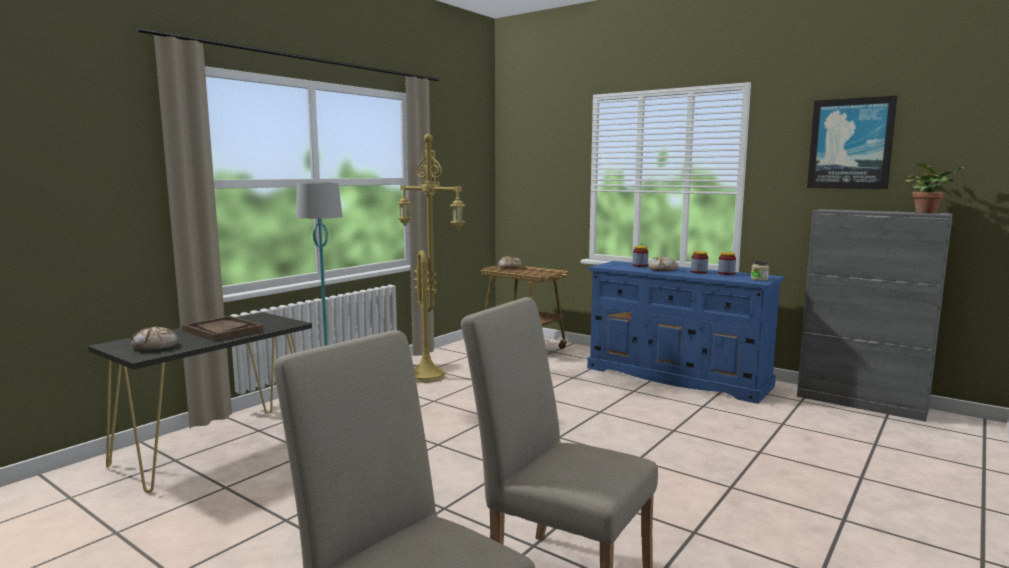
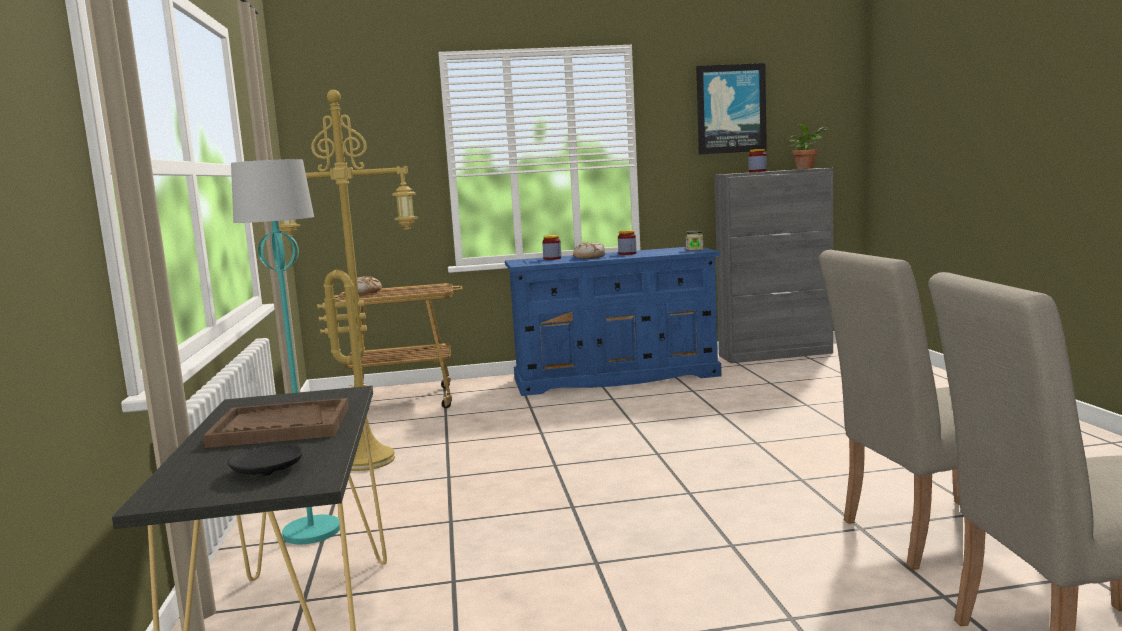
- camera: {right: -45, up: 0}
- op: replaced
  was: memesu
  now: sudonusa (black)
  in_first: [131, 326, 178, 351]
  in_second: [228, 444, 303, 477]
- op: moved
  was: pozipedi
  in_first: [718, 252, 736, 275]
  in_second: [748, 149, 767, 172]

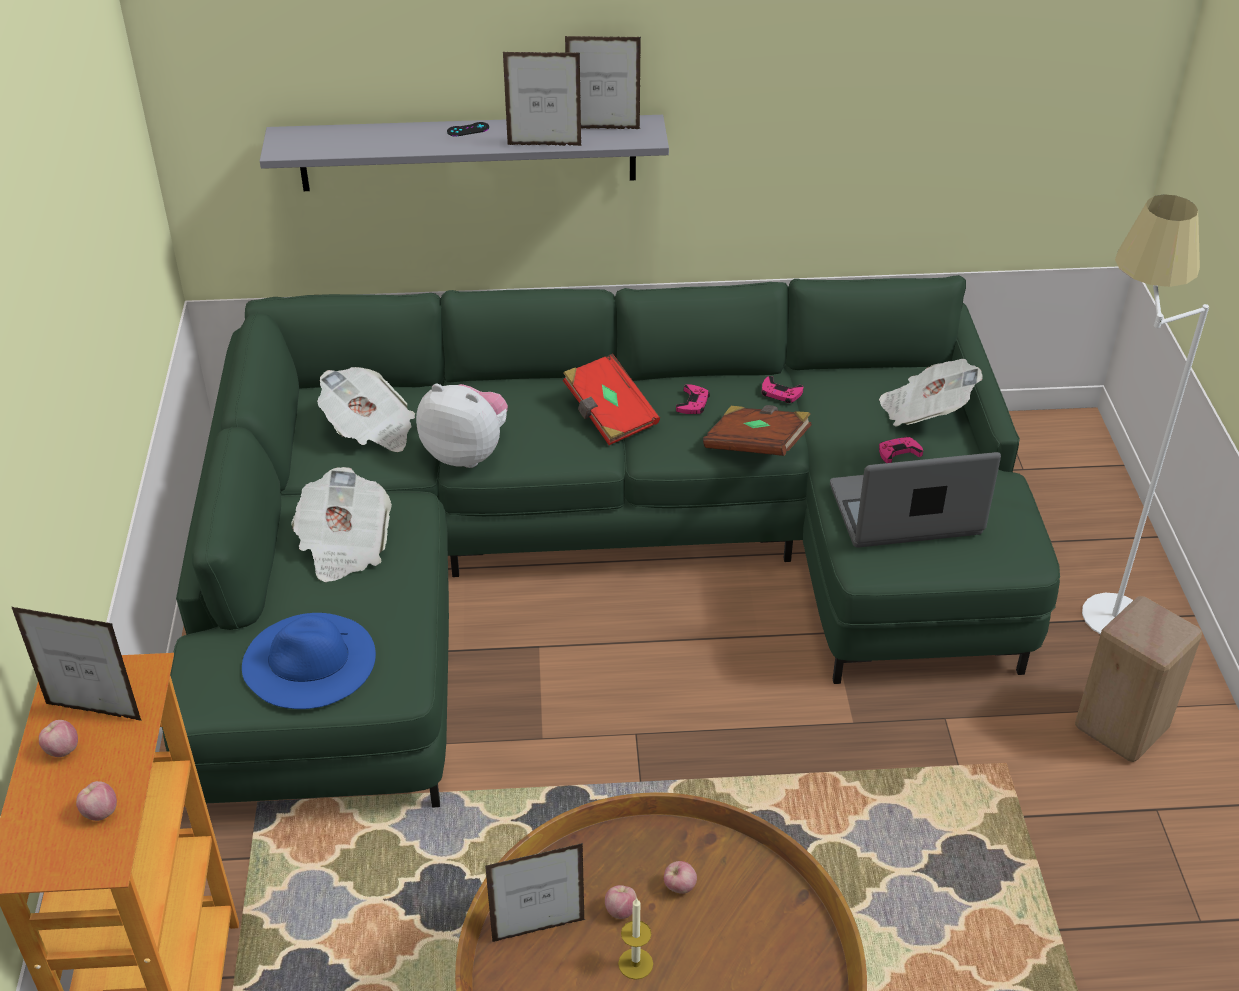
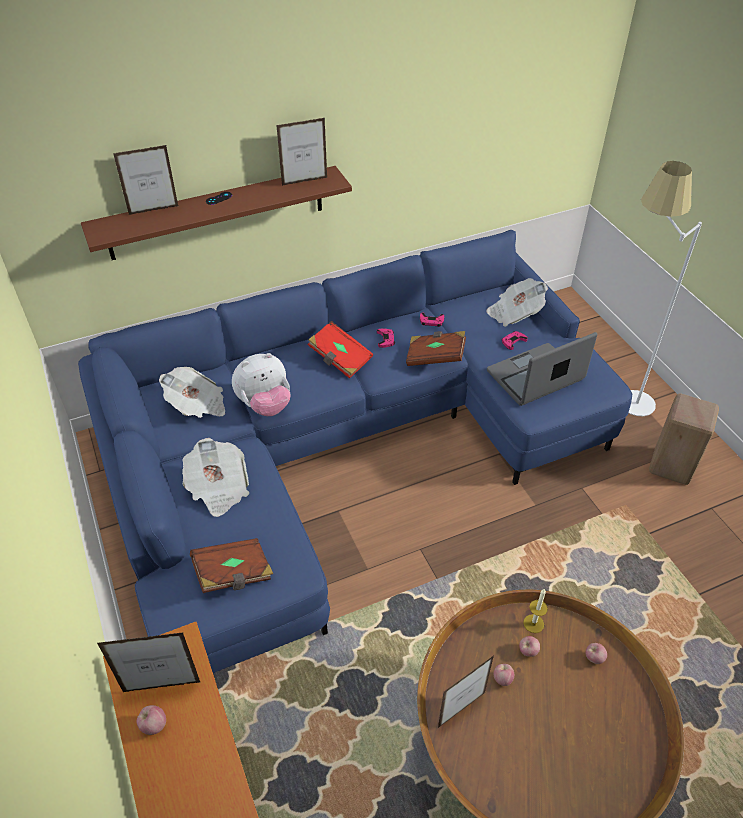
- camera: {right: -20, up: 5}
- op: recoloured
  was: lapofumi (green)
  now: lapofumi (blue)
  in_first: [162, 275, 1060, 807]
  in_second: [78, 230, 632, 673]
- op: recoloured
  was: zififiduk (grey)
  now: zififiduk (brown)
  in_first: [260, 115, 669, 191]
  in_second: [81, 166, 352, 260]
- op: moved
  was: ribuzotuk
  in_first: [503, 52, 582, 146]
  in_second: [113, 145, 178, 215]
- op: replaced
  was: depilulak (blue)
  now: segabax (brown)
  in_first: [242, 613, 376, 709]
  in_second: [190, 538, 273, 593]
- op: turned
  was: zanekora
  in_first: [416, 384, 508, 468]
  in_second: [232, 353, 290, 416]
  clockwise: 150
- op: moved
  was: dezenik
  in_first: [618, 897, 653, 980]
  in_second: [523, 589, 548, 633]
- op: moved
  was: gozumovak
  in_first: [76, 781, 117, 821]
  in_second: [585, 643, 607, 664]

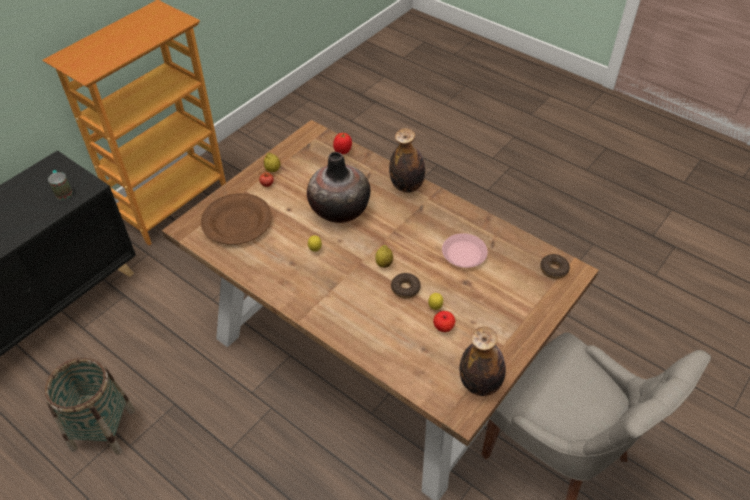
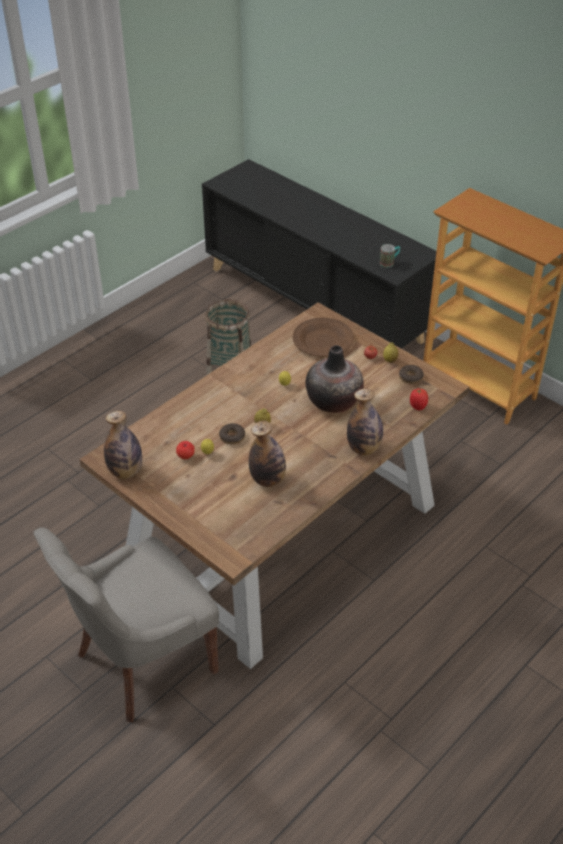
- camera: {right: 95, up: -5}
- op: replaced
  was: sudonusa (pink)
  now: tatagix
  in_first: [442, 233, 488, 268]
  in_second: [249, 421, 286, 487]
- op: moved
  was: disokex
  in_first: [540, 254, 570, 279]
  in_second: [399, 365, 424, 384]

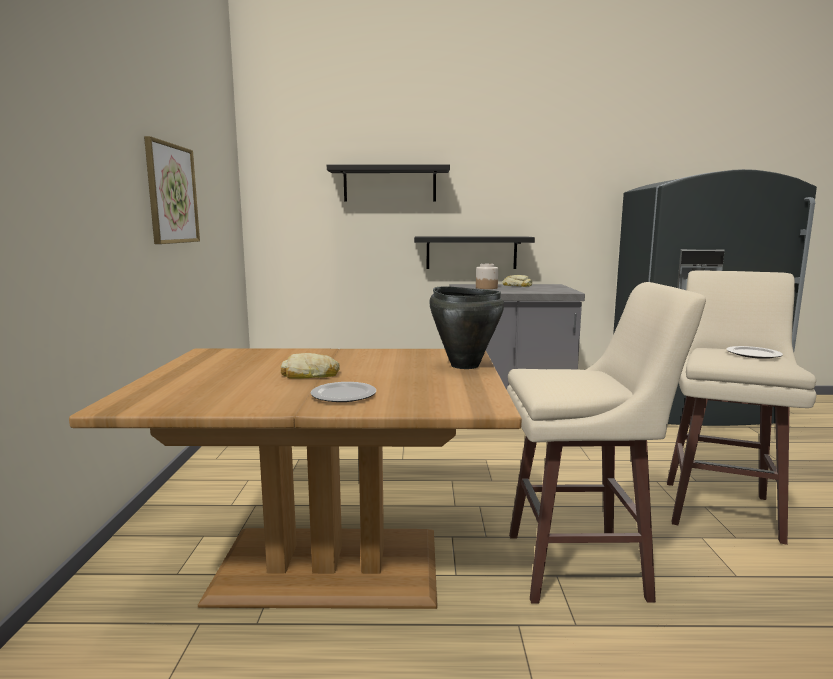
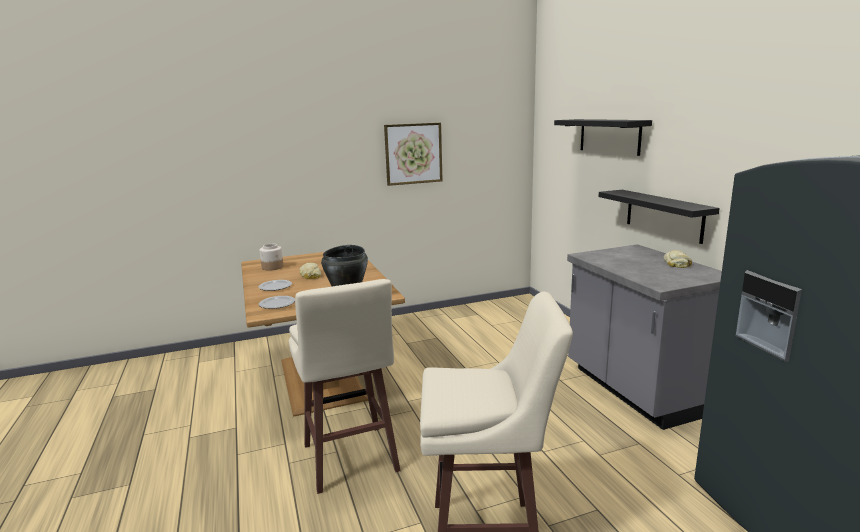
- camera: {right: 70, up: 5}
- op: moved
  was: pozipedi
  in_first: [476, 264, 498, 289]
  in_second: [259, 244, 284, 271]
- op: moved
  was: sudonusa
  in_first: [726, 346, 783, 359]
  in_second: [259, 296, 295, 309]

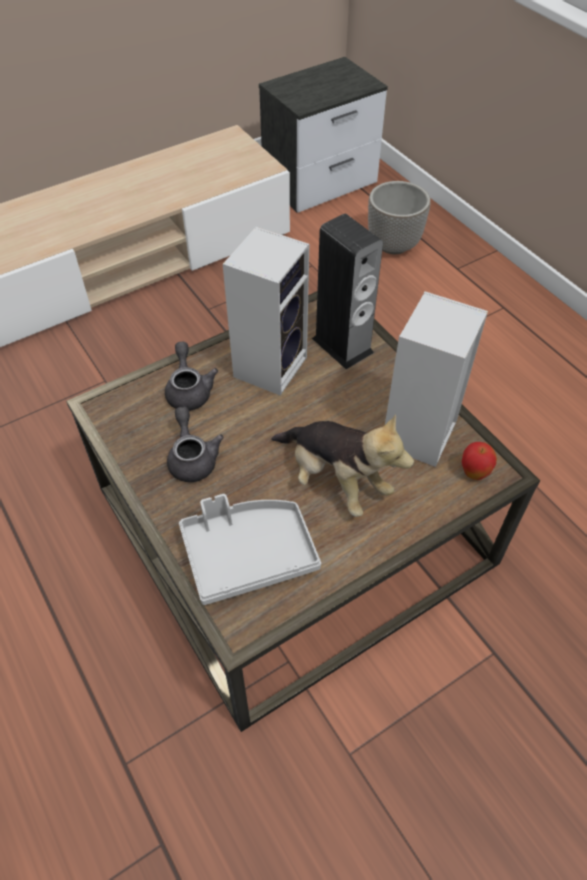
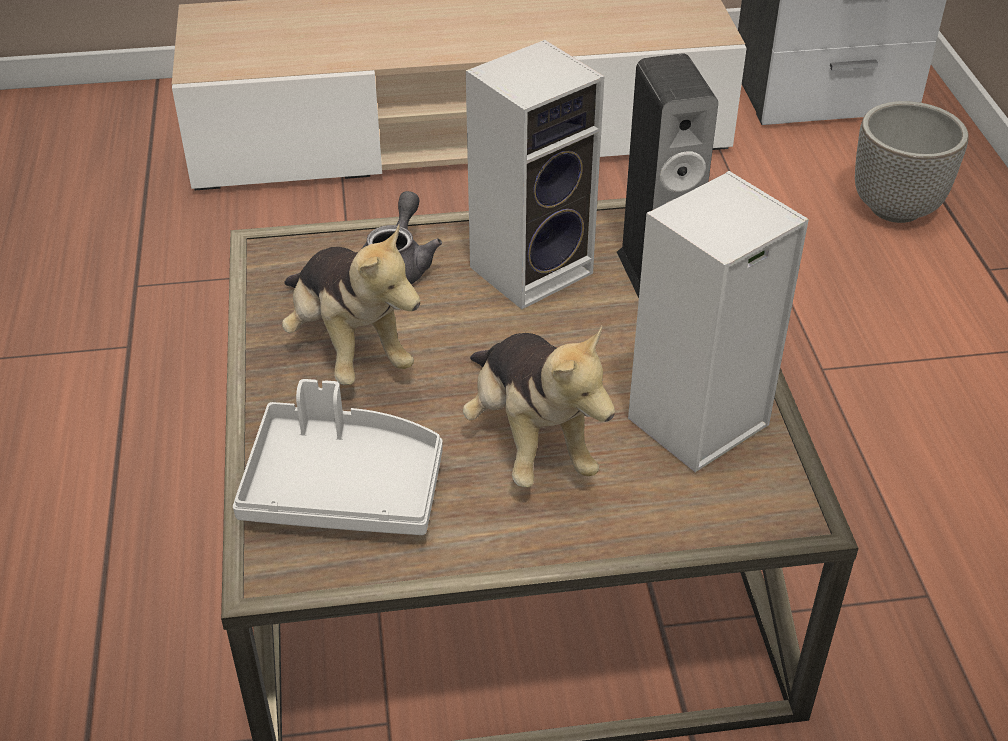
- camera: {right: 25, up: -10}
- op: replaced
  was: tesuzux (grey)
  now: zanekora
  in_first: [167, 407, 224, 482]
  in_second: [282, 224, 420, 385]
- op: removed
  was: gozumovak
  in_first: [462, 442, 497, 480]

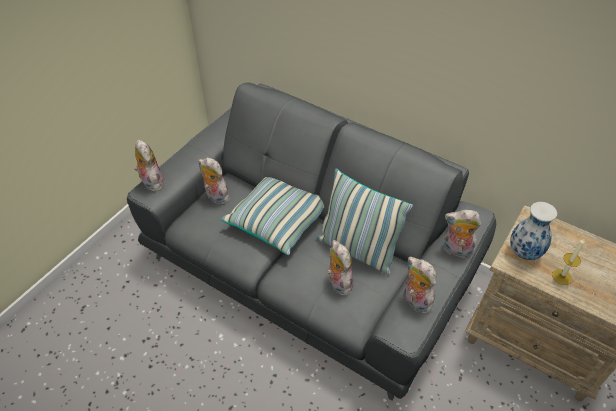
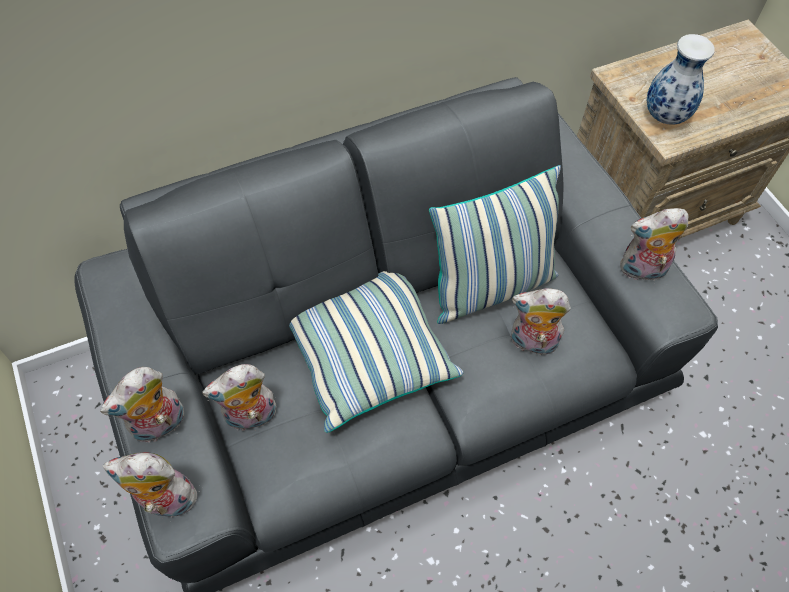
- camera: {right: -60, up: 10}
- op: moved
  was: zanekora
  in_first: [443, 210, 481, 258]
  in_second: [100, 367, 184, 442]
- op: removed
  was: dezenik
  in_first: [552, 239, 585, 285]

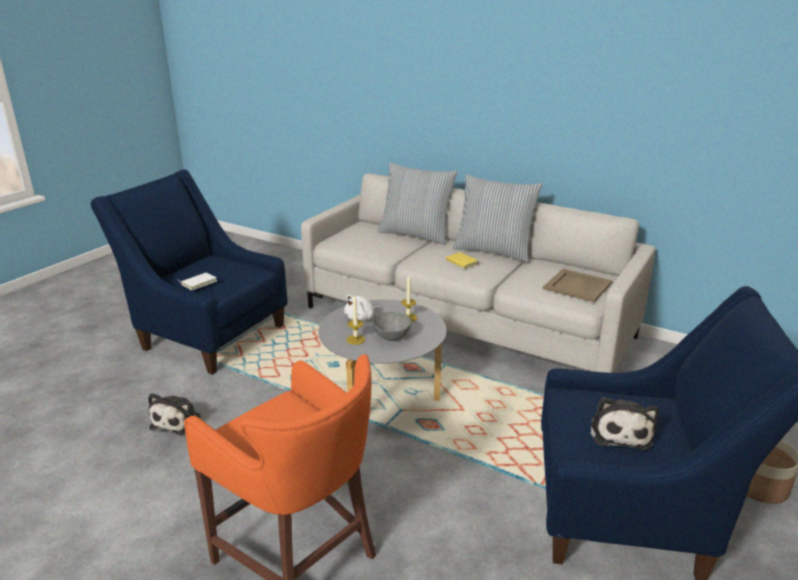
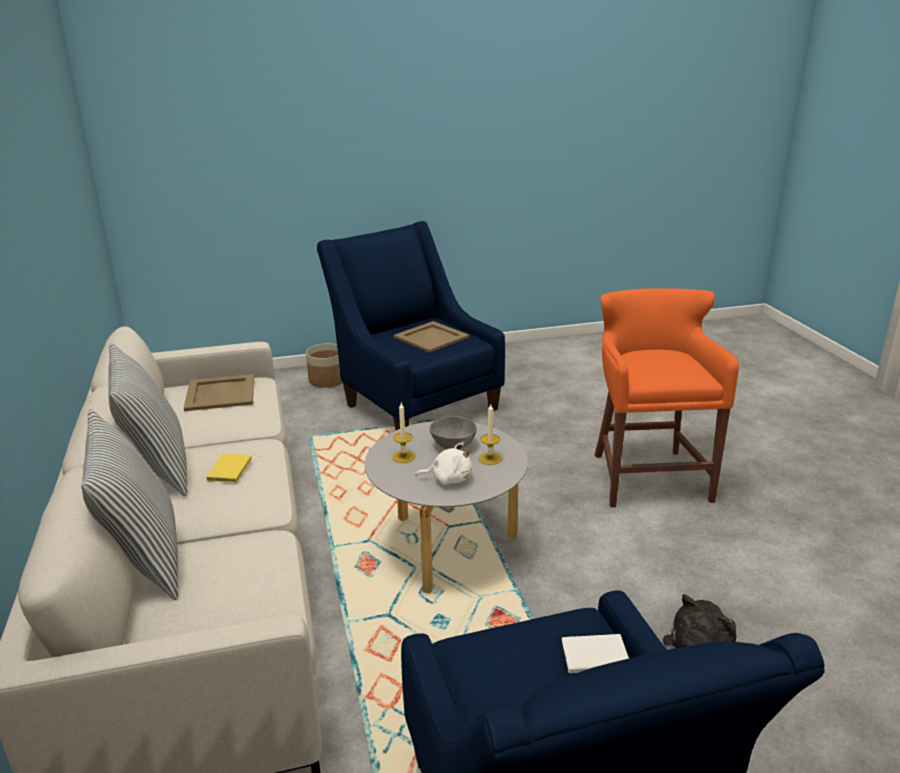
- camera: {right: -135, up: 0}
- op: replaced
  was: zanekora
  now: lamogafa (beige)
  in_first: [591, 397, 659, 450]
  in_second: [394, 321, 469, 353]

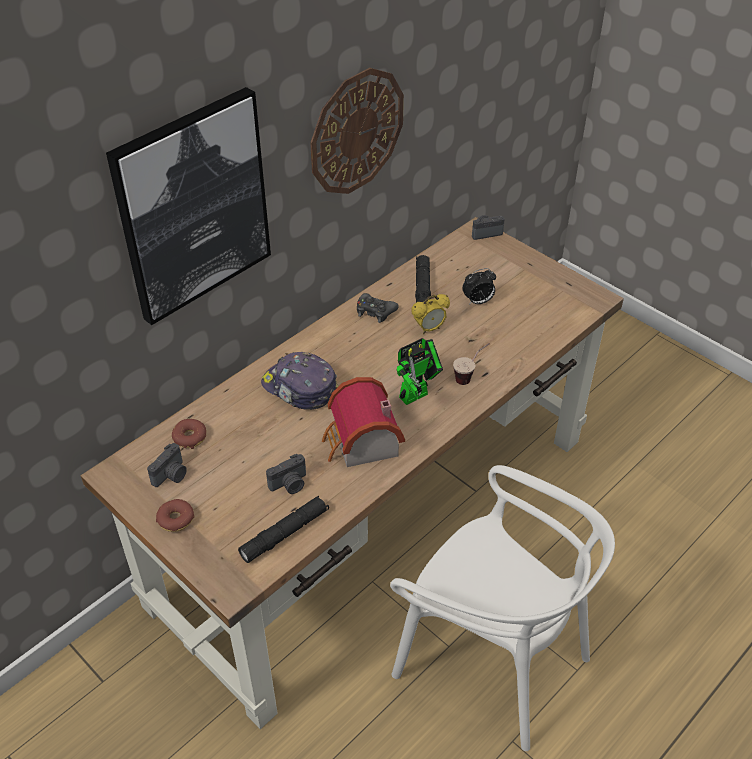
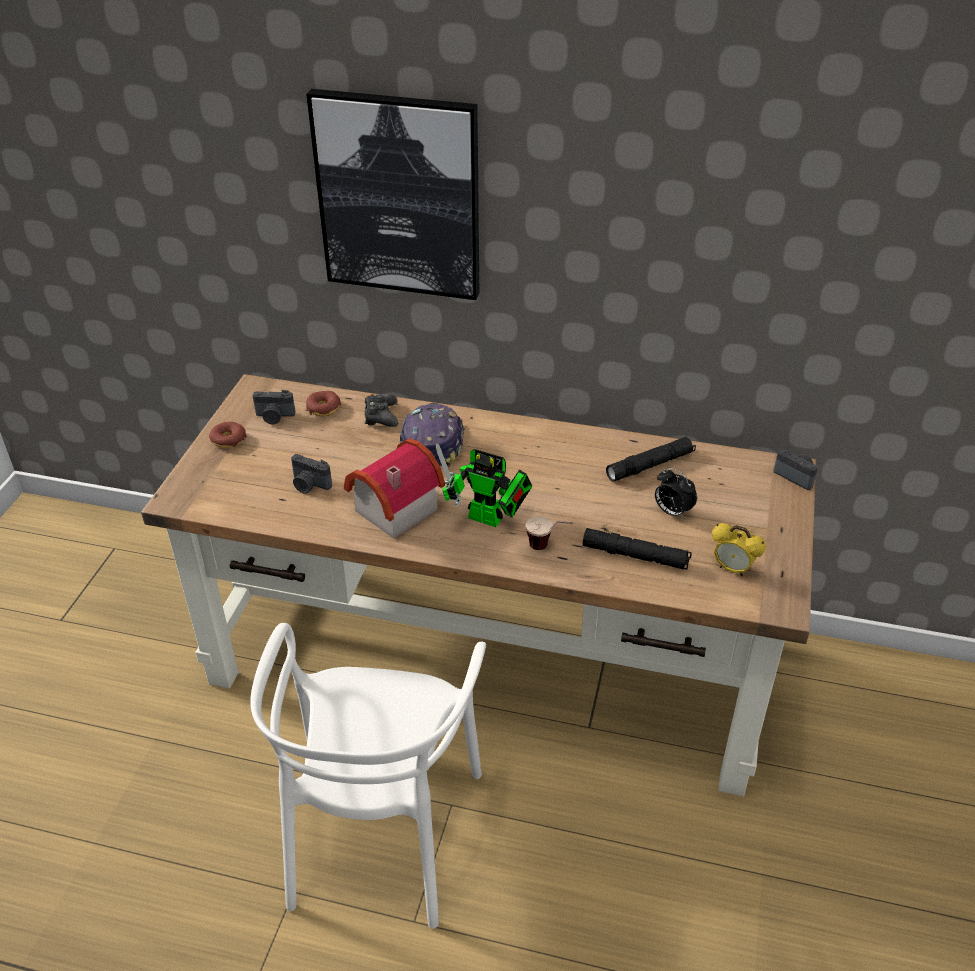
- camera: {right: 60, up: -5}
- op: moved
  was: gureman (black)
  in_first: [357, 293, 399, 323]
  in_second: [365, 394, 398, 427]
- op: moved
  was: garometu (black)
  in_first: [238, 495, 329, 563]
  in_second: [583, 528, 692, 570]
- op: moved
  was: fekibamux
  in_first: [412, 294, 450, 334]
  in_second: [712, 523, 766, 577]
- op: removed
  was: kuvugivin
  in_first: [310, 68, 404, 194]

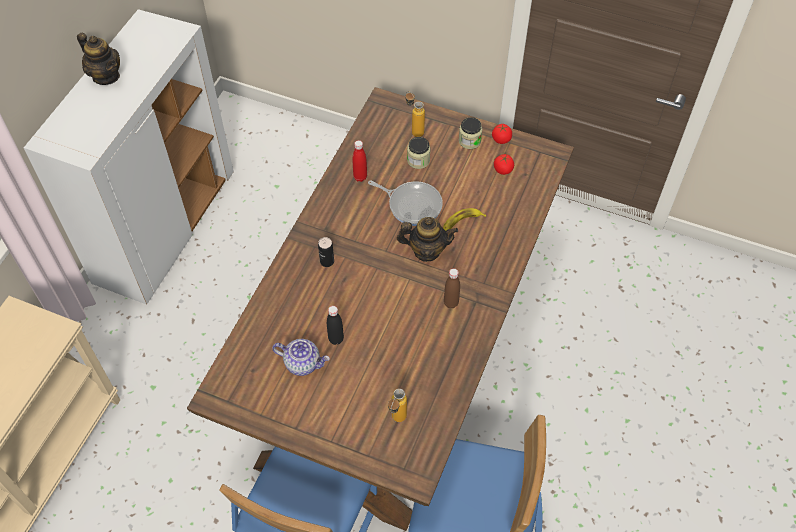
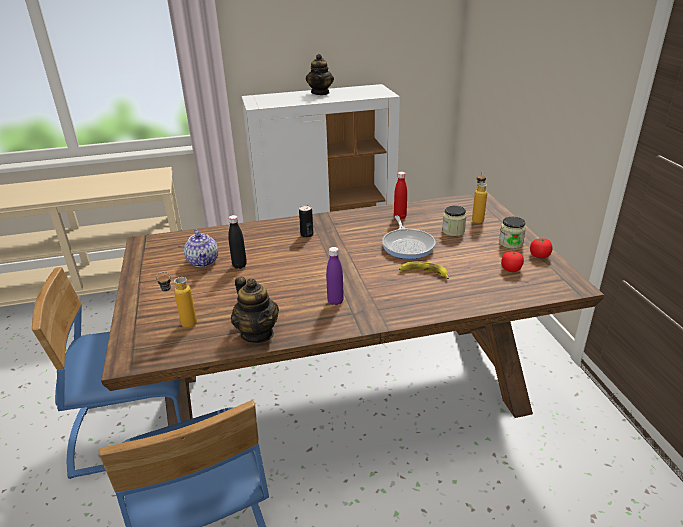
- camera: {right: 55, up: -25}
- op: moved
  was: tesuzux
  in_first: [397, 217, 458, 262]
  in_second: [231, 277, 279, 343]
- op: recoloured
  was: tatagix (brown)
  now: tatagix (purple)
  in_first: [444, 268, 460, 308]
  in_second: [326, 247, 344, 305]

